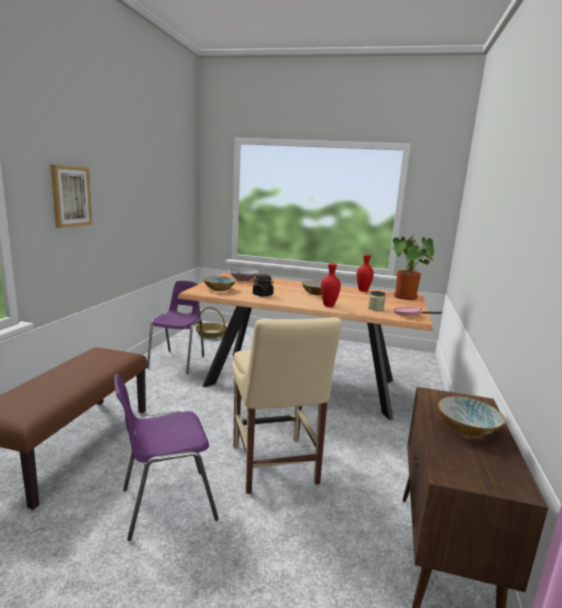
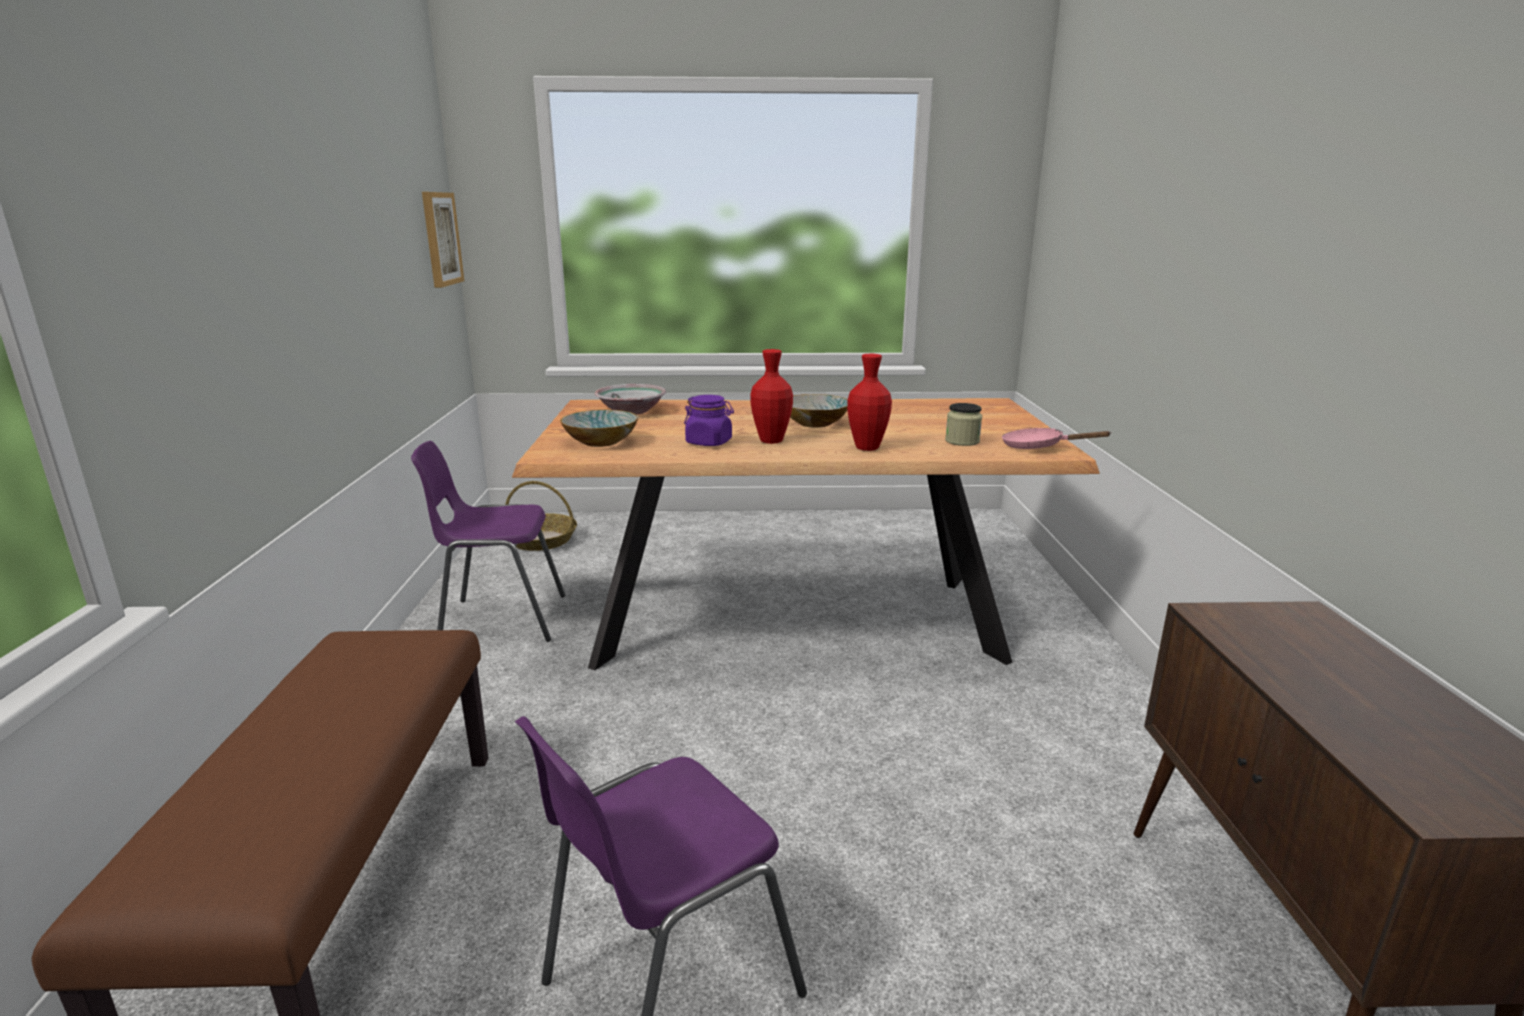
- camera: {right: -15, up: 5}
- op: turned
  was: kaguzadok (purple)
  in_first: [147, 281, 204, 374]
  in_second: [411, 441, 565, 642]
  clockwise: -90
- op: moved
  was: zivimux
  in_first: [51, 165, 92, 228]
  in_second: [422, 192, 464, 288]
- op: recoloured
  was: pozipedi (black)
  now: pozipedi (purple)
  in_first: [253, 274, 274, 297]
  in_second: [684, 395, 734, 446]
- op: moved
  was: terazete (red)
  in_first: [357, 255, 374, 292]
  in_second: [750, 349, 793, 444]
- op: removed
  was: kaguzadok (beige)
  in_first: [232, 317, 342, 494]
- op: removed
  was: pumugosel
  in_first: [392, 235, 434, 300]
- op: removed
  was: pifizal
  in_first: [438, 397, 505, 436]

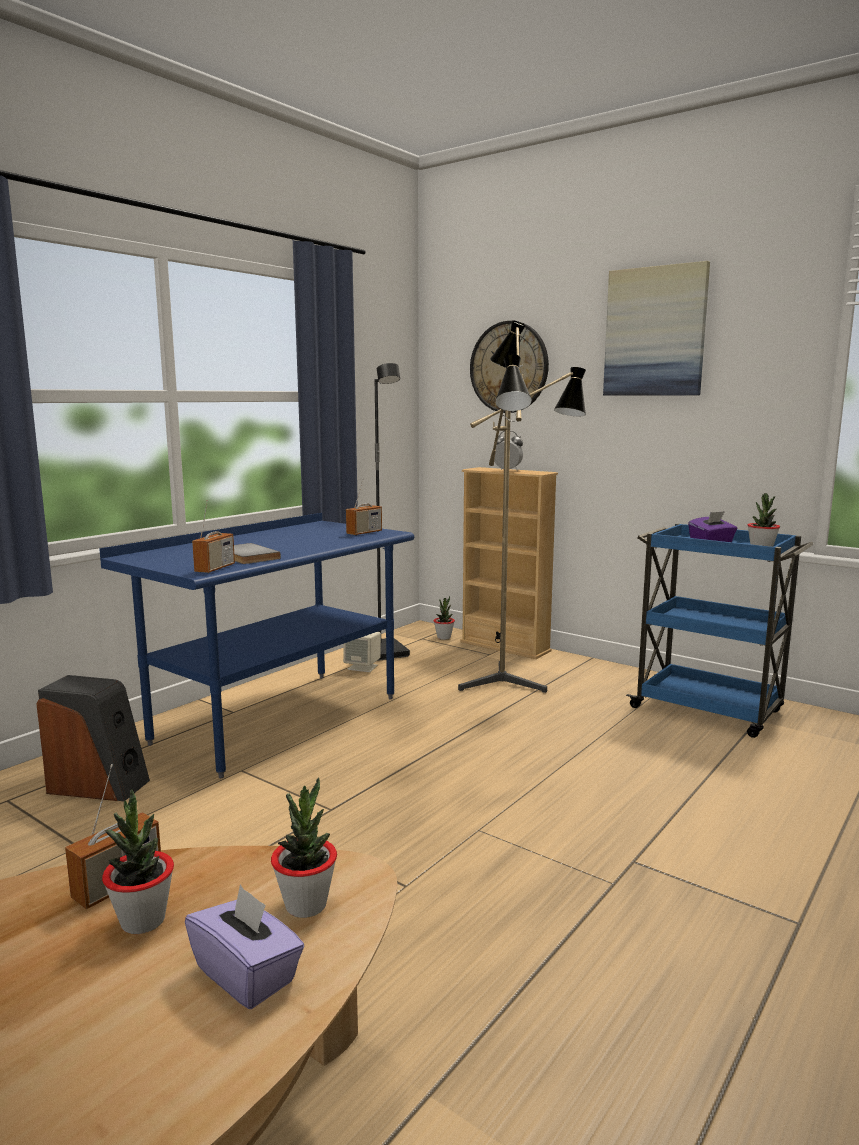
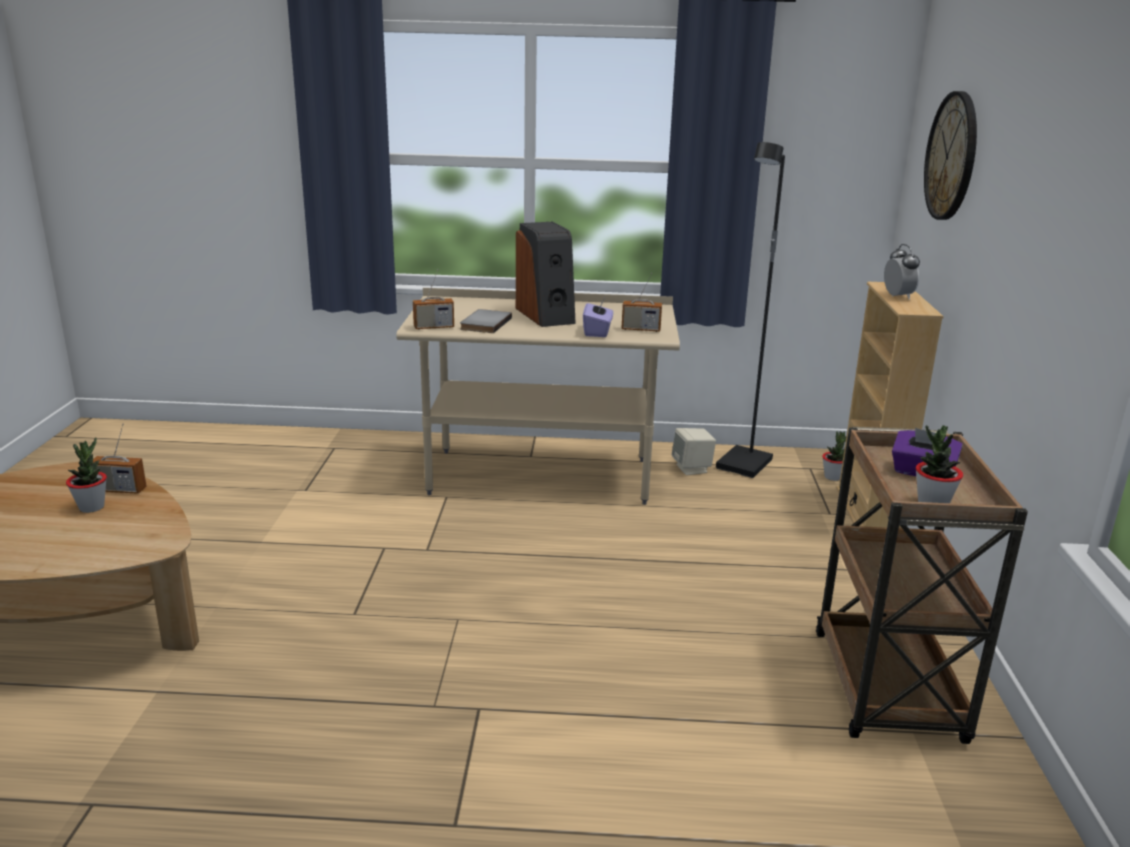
- camera: {right: 55, up: 10}
- op: recoloured
  was: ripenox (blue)
  now: ripenox (beige)
  in_first: [99, 513, 414, 778]
  in_second: [396, 288, 680, 505]
- op: moved
  was: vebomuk
  in_first: [36, 675, 150, 801]
  in_second: [516, 222, 576, 327]
- op: moved
  was: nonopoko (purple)
  in_first: [185, 884, 304, 1009]
  in_second: [583, 298, 614, 337]
- op: recoloured
  was: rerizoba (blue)
  now: rerizoba (brown)
  in_first: [626, 523, 813, 738]
  in_second: [816, 427, 1028, 744]
- op: removed
  was: pumugosel
  in_first: [271, 778, 337, 918]
- op: removed
  was: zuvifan
  in_first: [458, 320, 586, 693]
- op: removed
  was: zivimux
  in_first: [603, 261, 710, 396]

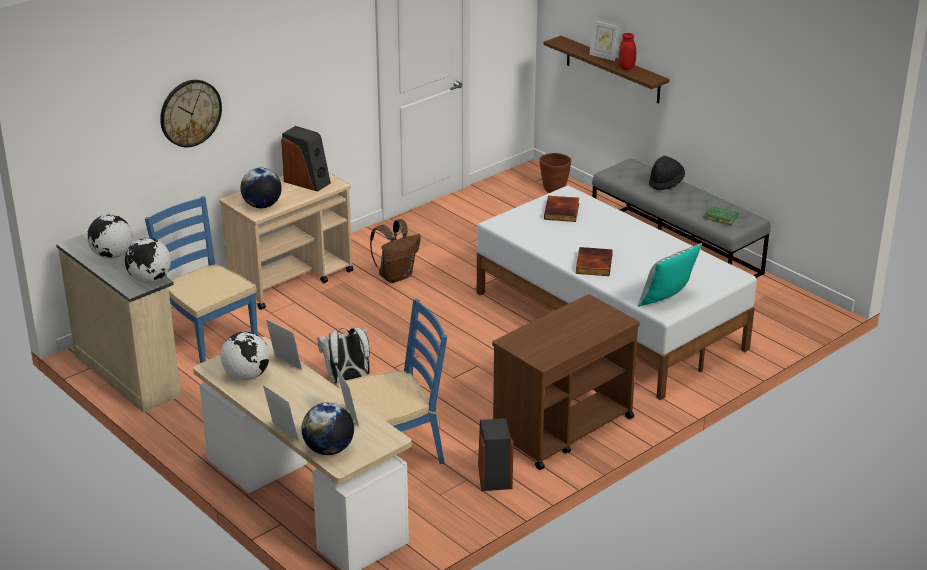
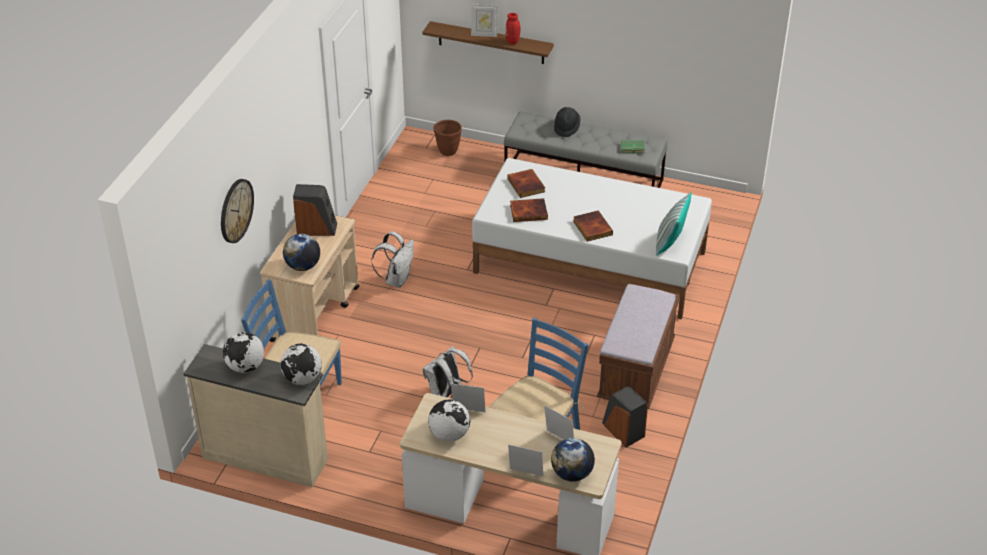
- camera: {right: -30, up: 10}
- op: recoloured
  was: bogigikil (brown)
  now: bogigikil (white)
  in_first: [370, 219, 421, 283]
  in_second: [371, 231, 414, 288]
- op: added
  now: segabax
  in_second: [510, 198, 548, 222]
- op: replaced
  was: rerizoba (brown)
  now: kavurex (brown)
  in_first: [492, 294, 640, 470]
  in_second: [597, 284, 680, 409]

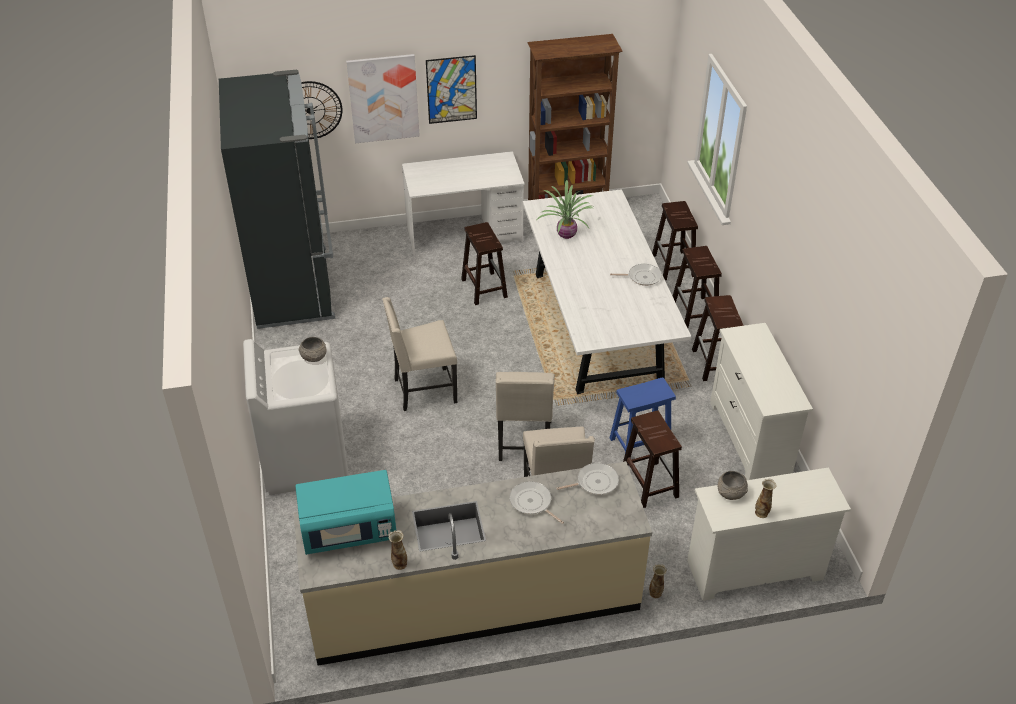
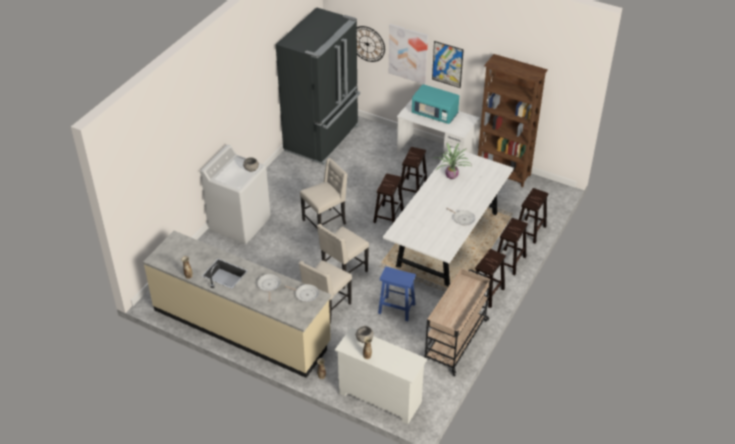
- camera: {right: 40, up: 0}
- op: turned
  was: kaguzadok (beige)
  in_first: [382, 297, 457, 411]
  in_second: [300, 158, 347, 228]
  clockwise: 120
- op: moved
  was: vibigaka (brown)
  in_first: [623, 410, 682, 508]
  in_second: [373, 173, 404, 224]
- op: moved
  was: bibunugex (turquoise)
  in_first: [295, 470, 396, 555]
  in_second: [412, 84, 459, 124]
- op: replaced
  was: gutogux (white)
  now: rerizoba (beige)
  in_first: [710, 323, 813, 480]
  in_second: [424, 268, 491, 376]

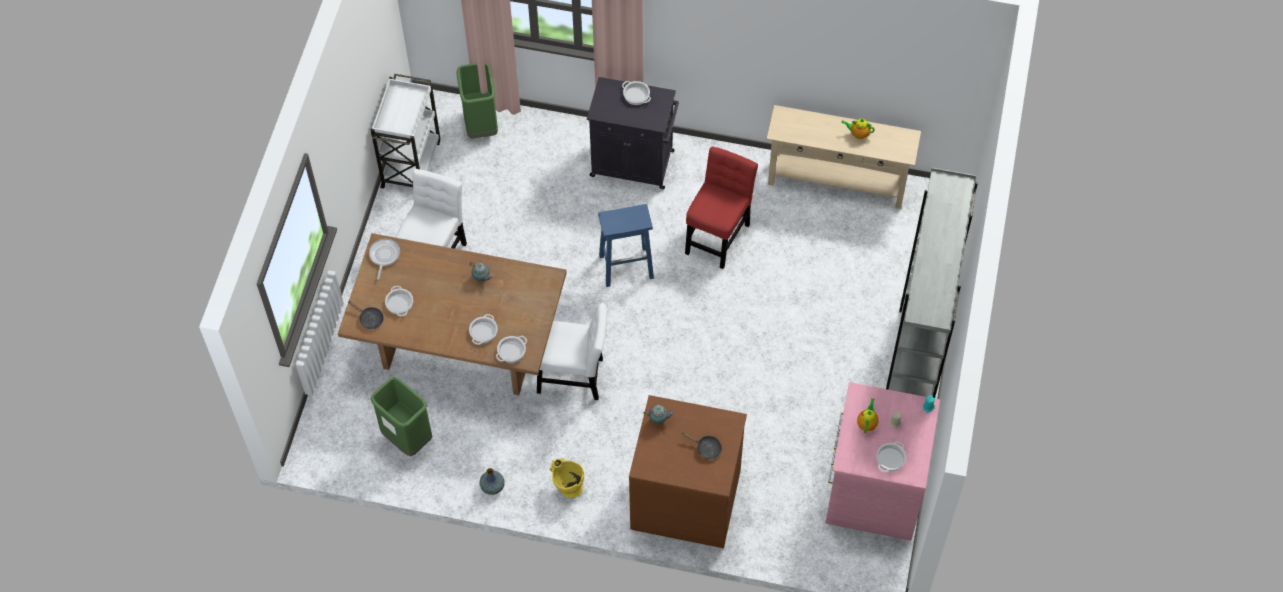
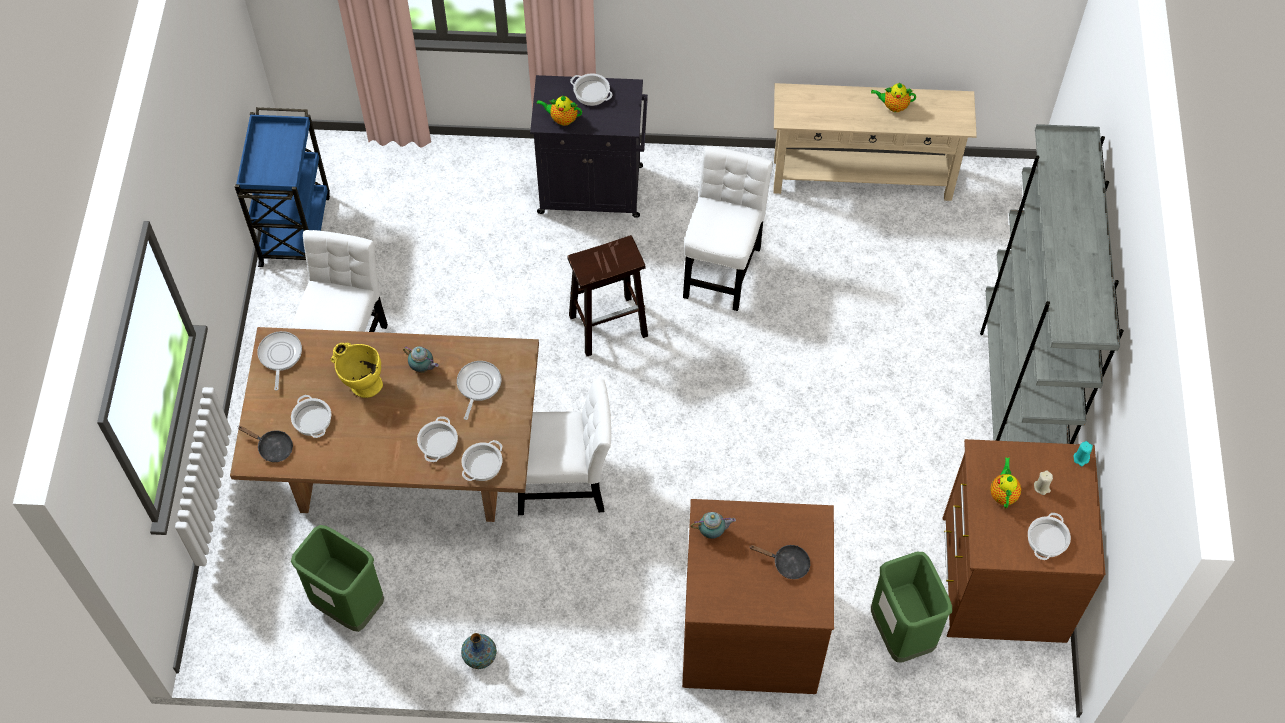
- camera: {right: -10, up: 0}
- op: recoloured
  was: rerizoba (white)
  now: rerizoba (blue)
  in_first: [371, 74, 440, 189]
  in_second: [235, 107, 330, 267]
- op: moved
  was: terazete (yellow)
  in_first: [549, 458, 584, 498]
  in_second: [330, 343, 383, 398]
- op: added
  now: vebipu
  in_second: [457, 361, 501, 420]
- op: added
  now: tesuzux
  in_second: [536, 96, 582, 126]
- op: recoloured
  was: vibigaka (blue)
  now: vibigaka (brown)
  in_first: [598, 204, 654, 287]
  in_second: [567, 235, 648, 356]
- op: recoloured
  was: kaguzadok (red)
  now: kaguzadok (white)
  in_first: [685, 146, 758, 269]
  in_second: [683, 146, 773, 311]
- op: moved
  was: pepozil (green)
  in_first: [457, 63, 498, 139]
  in_second: [871, 552, 952, 662]
- op: recoloured
  was: gutogux (pink)
  now: gutogux (brown)
  in_first: [825, 382, 940, 540]
  in_second: [943, 439, 1105, 643]

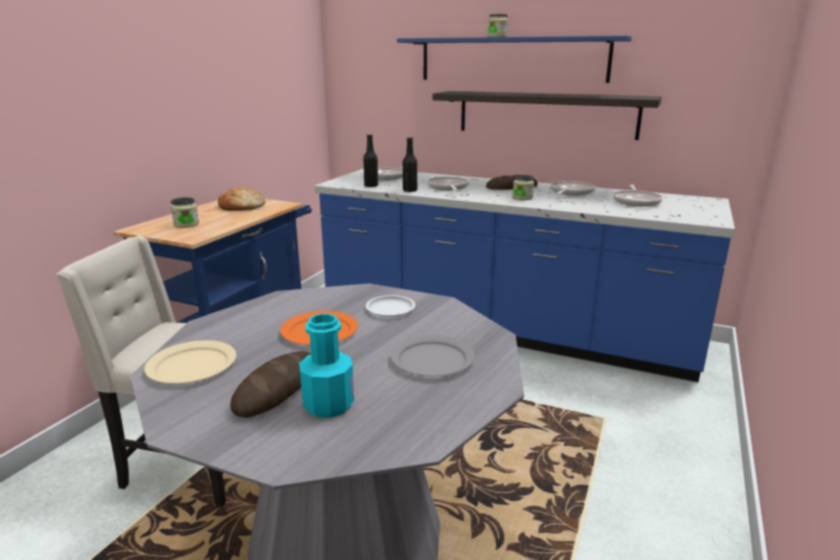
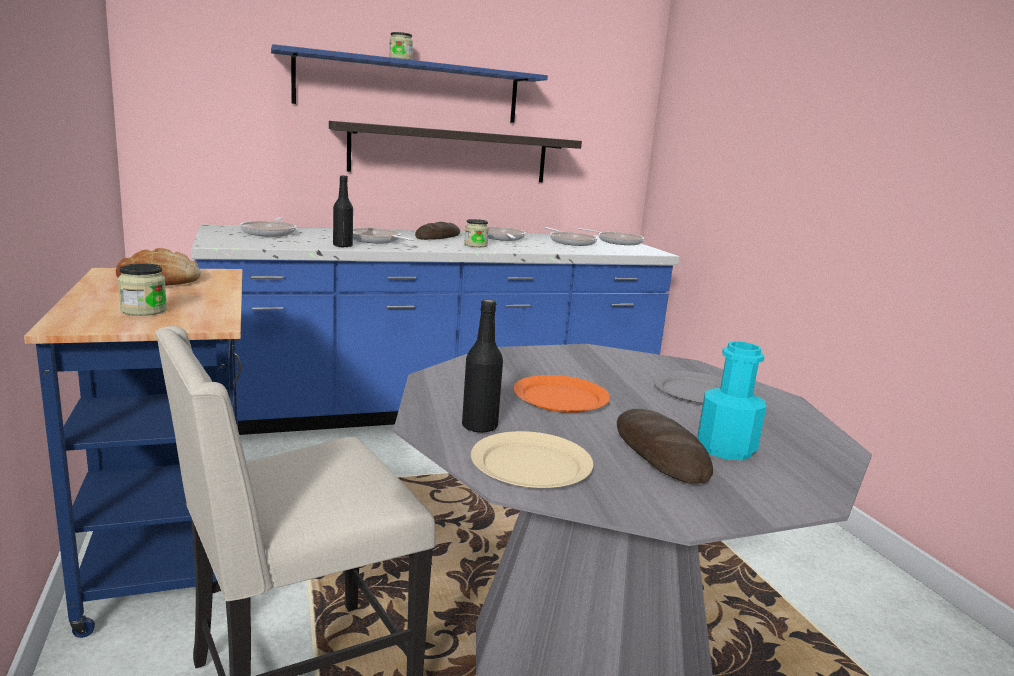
- camera: {right: -45, up: -5}
- op: moved
  was: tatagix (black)
  in_first: [363, 134, 378, 187]
  in_second: [462, 299, 503, 433]
- op: added
  now: vebipu
  in_second: [578, 228, 644, 245]
- op: removed
  was: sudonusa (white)
  in_first: [366, 295, 415, 317]

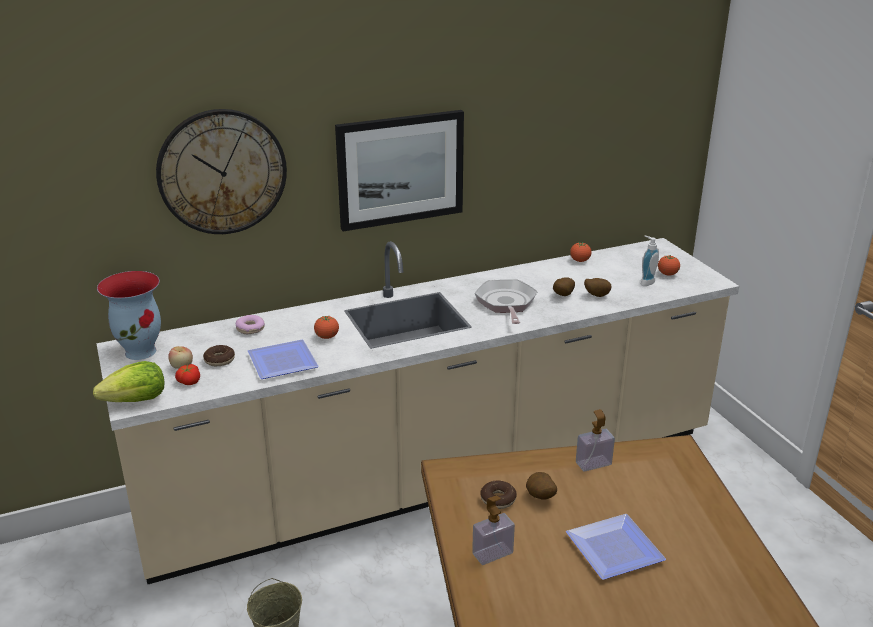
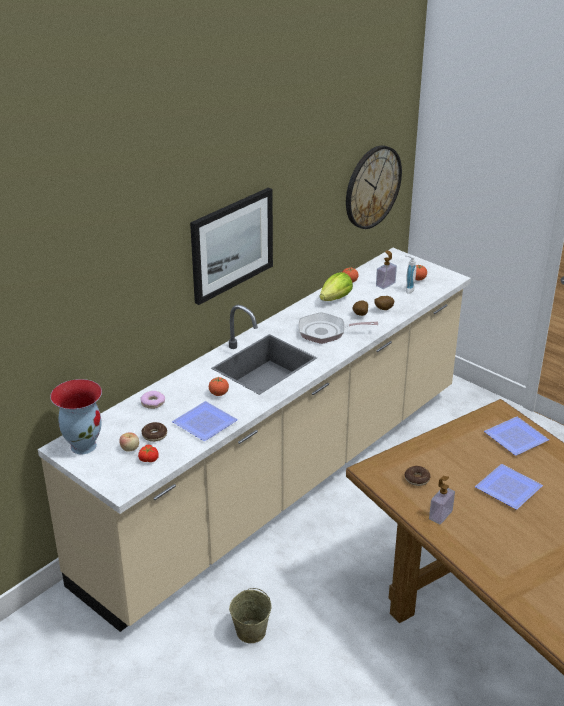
- camera: {right: -25, up: 5}
- op: turned
  was: vebipu
  in_first: [475, 279, 538, 324]
  in_second: [298, 312, 378, 344]
  clockwise: -60
- op: moved
  was: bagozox
  in_first: [93, 361, 165, 402]
  in_second: [320, 272, 353, 301]
- op: moved
  was: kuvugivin
  in_first: [156, 109, 287, 234]
  in_second: [346, 145, 402, 229]
- op: moved
  was: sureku
  in_first: [576, 409, 615, 471]
  in_second: [376, 250, 397, 289]
- op: added
  now: sudonusa
  in_second: [484, 417, 549, 456]
- op: removed
  was: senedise
  in_first: [526, 472, 557, 500]

